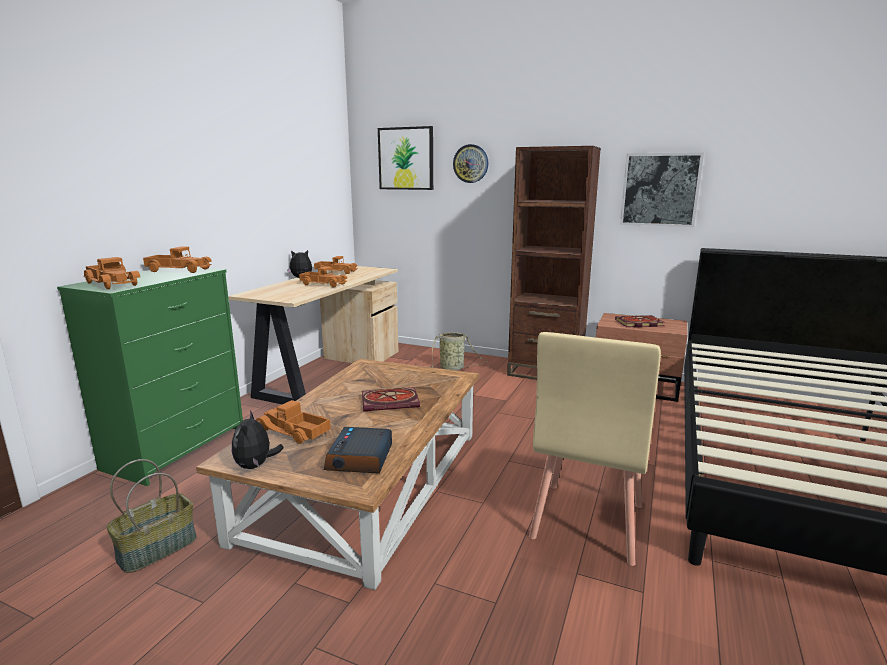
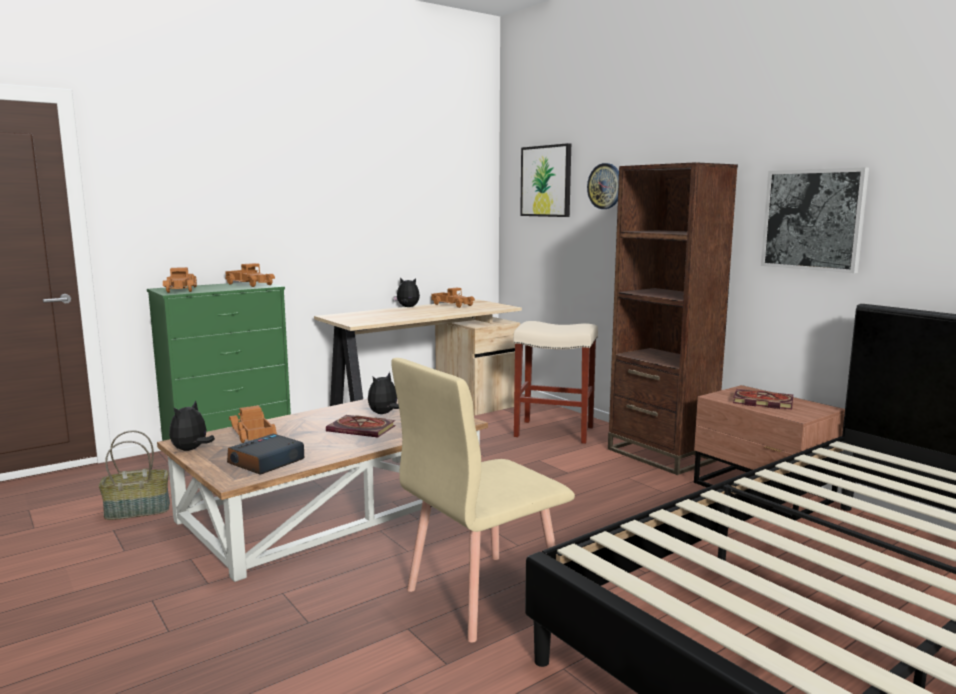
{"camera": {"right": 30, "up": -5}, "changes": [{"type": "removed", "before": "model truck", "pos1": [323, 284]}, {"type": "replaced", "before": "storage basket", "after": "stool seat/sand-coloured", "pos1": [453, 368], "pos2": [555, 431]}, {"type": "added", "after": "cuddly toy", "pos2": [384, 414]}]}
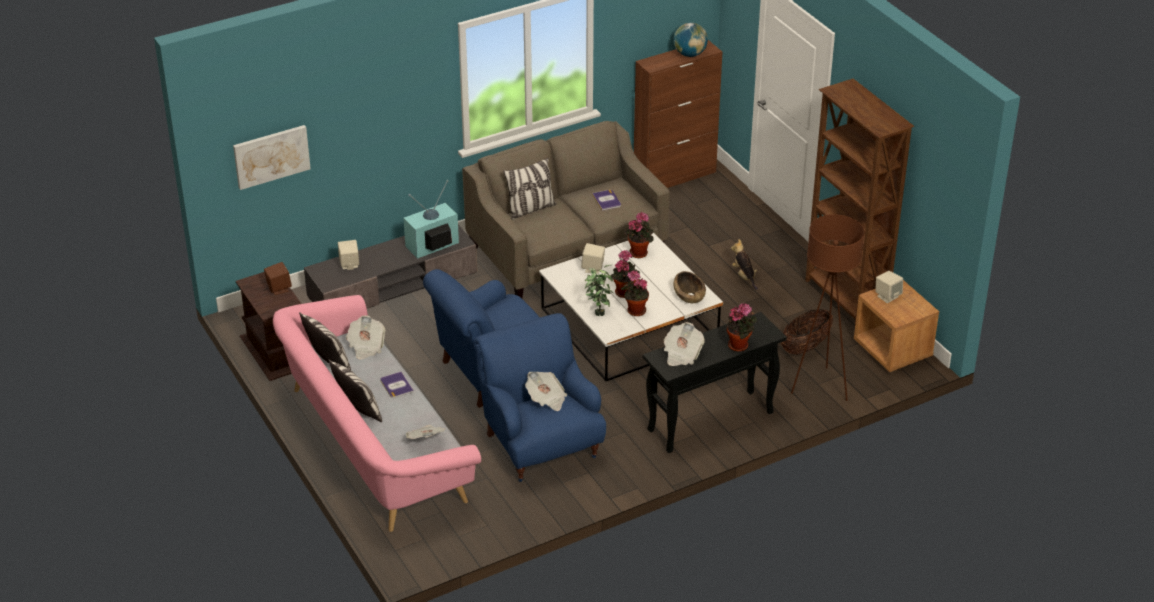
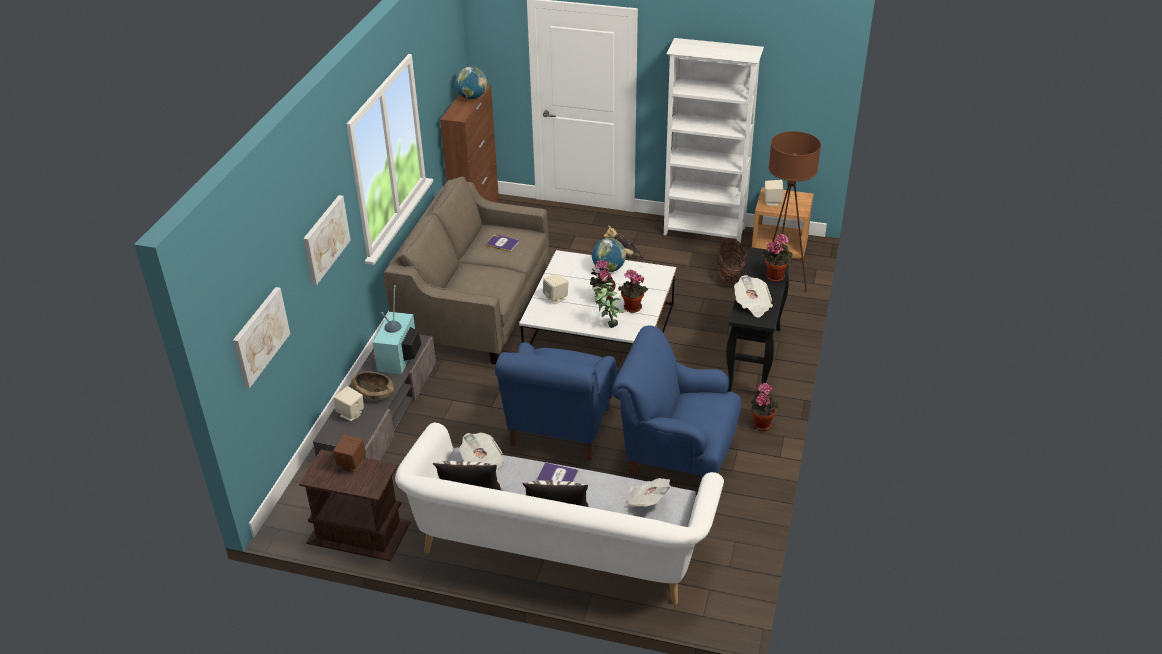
{"camera": {"right": -45, "up": 0}, "changes": [{"type": "recoloured", "before": "bookcase/brown-coloured", "after": "bookcase/whitish", "pos1": [845, 299], "pos2": [705, 232]}, {"type": "removed", "before": "pillow", "pos1": [531, 209]}, {"type": "moved", "before": "houseplant", "pos1": [639, 252], "pos2": [761, 423]}, {"type": "moved", "before": "deep dish/brown-coloured", "pos1": [689, 296], "pos2": [374, 393]}, {"type": "recoloured", "before": "couch/pinkish", "after": "couch/whitish", "pos1": [374, 445], "pos2": [558, 547]}, {"type": "removed", "before": "daily paper", "pos1": [546, 399]}, {"type": "added", "after": "wall art", "pos2": [325, 239]}, {"type": "added", "after": "desk globe", "pos2": [608, 269]}]}
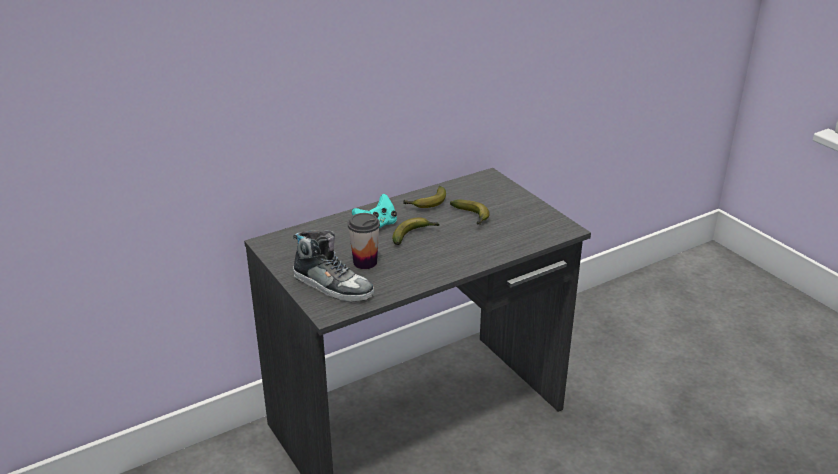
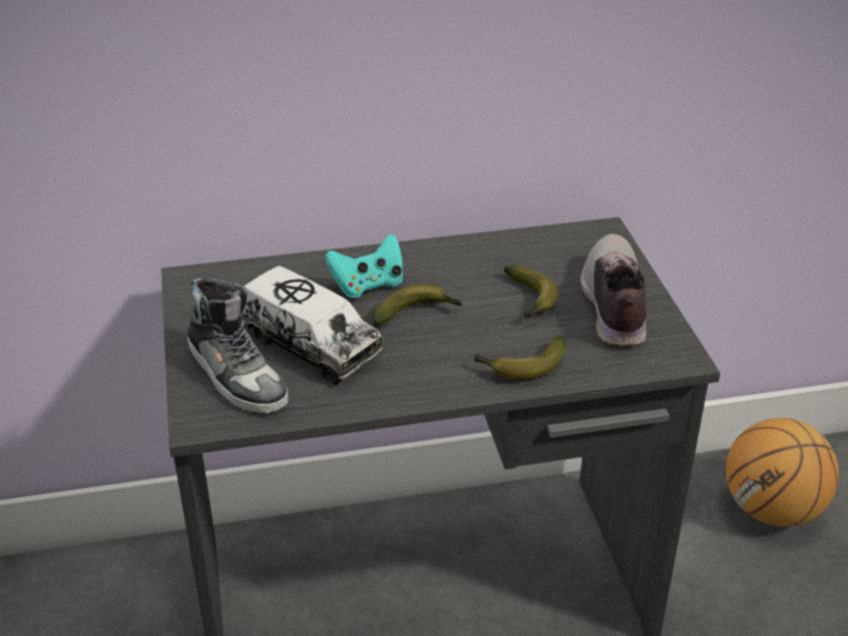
{"camera": {"right": 20, "up": 5}, "changes": [{"type": "moved", "before": "banana fruit", "pos1": [426, 203], "pos2": [521, 367]}, {"type": "replaced", "before": "drinking cup", "after": "model truck", "pos1": [365, 262], "pos2": [311, 345]}, {"type": "added", "after": "shoe", "pos2": [613, 305]}, {"type": "added", "after": "basketball ball", "pos2": [772, 510]}]}
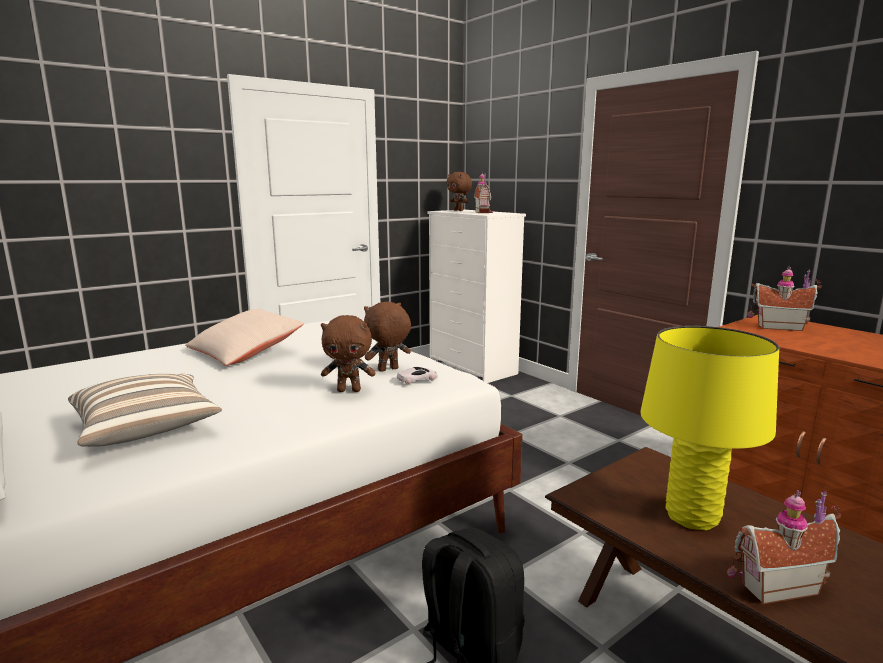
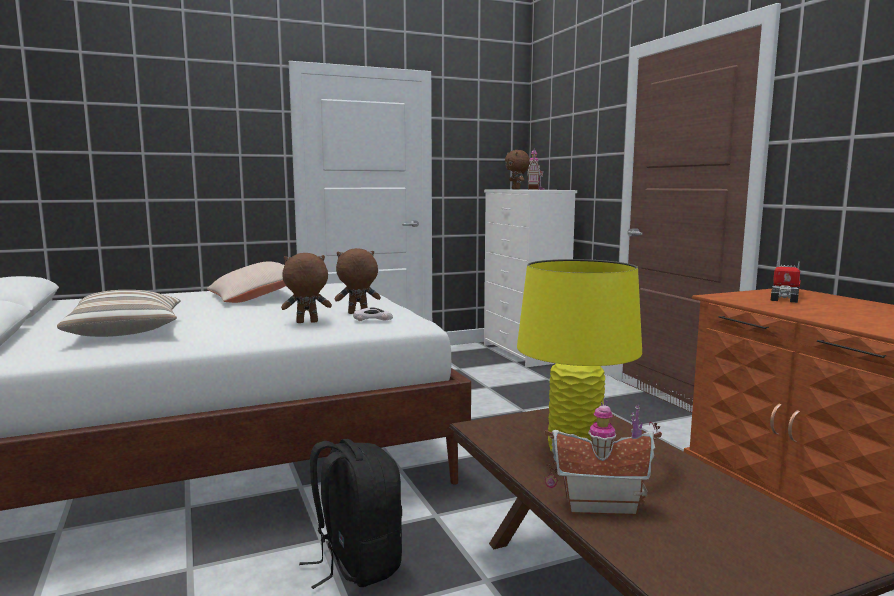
{"camera": {"right": 15, "up": -5}, "changes": [{"type": "replaced", "before": "model house", "after": "model truck", "pos1": [777, 327], "pos2": [785, 296]}, {"type": "turned", "before": "cuddly toy/brown-coloured", "pos1": [349, 390], "pos2": [306, 322], "turn": 150}]}
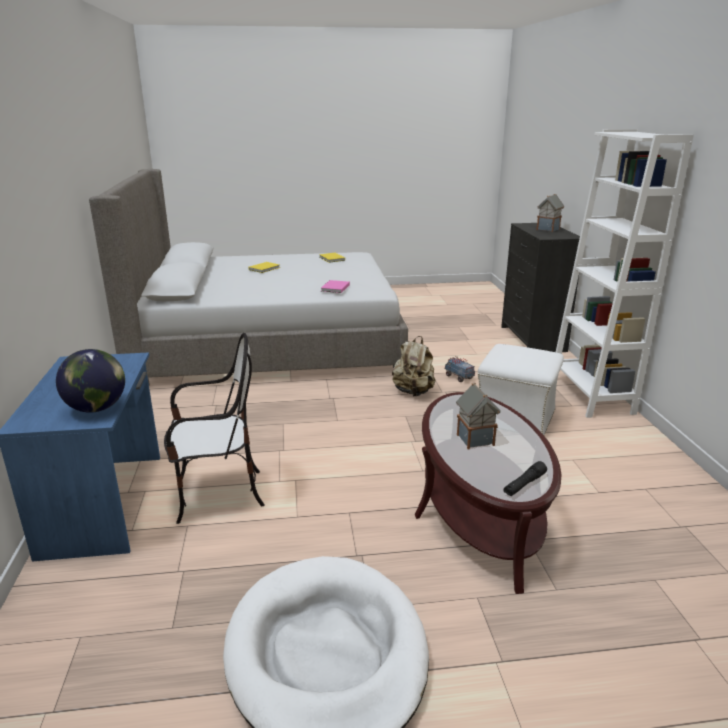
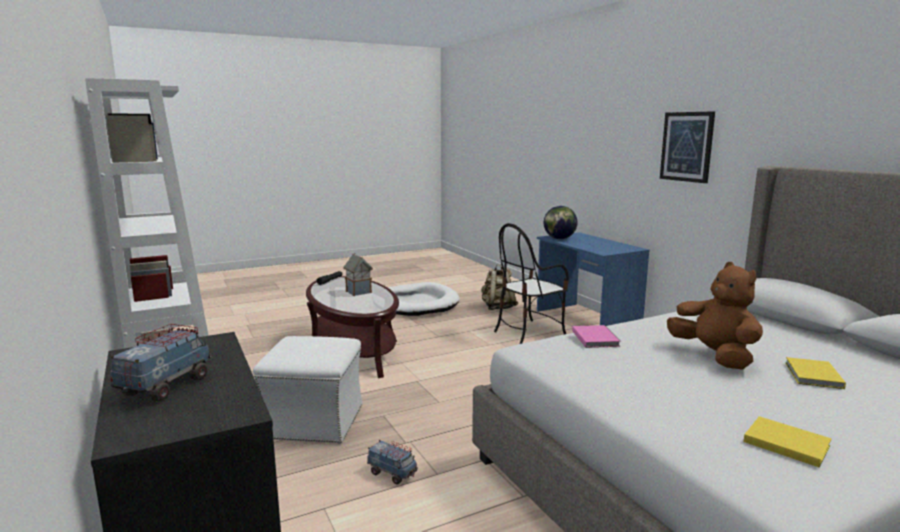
{"camera": {"right": 160, "up": -10}, "changes": [{"type": "replaced", "before": "model house", "after": "model truck", "pos1": [548, 229], "pos2": [166, 386]}, {"type": "moved", "before": "backpack/sand-coloured", "pos1": [413, 392], "pos2": [498, 308]}, {"type": "added", "after": "wall art", "pos2": [687, 146]}, {"type": "added", "after": "cuddly toy/brown-coloured", "pos2": [714, 356]}]}
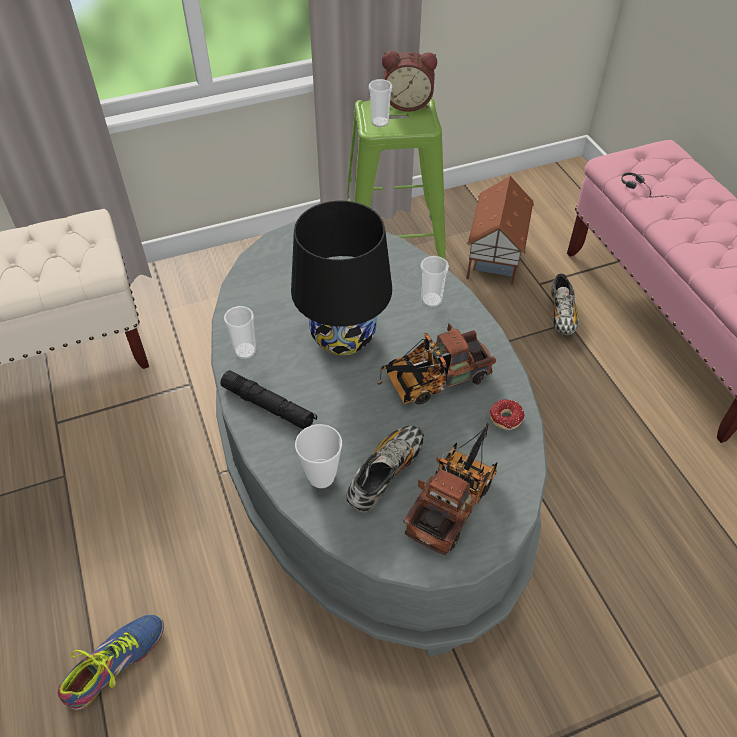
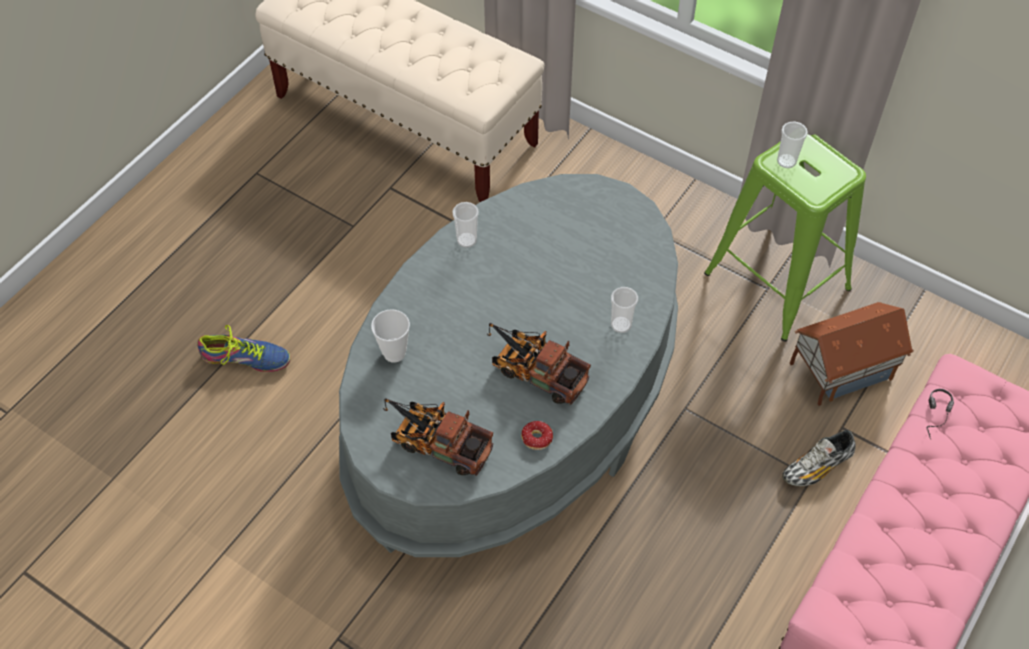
{"camera": {"right": 55, "up": 5}, "changes": [{"type": "removed", "before": "table clock", "pos1": [407, 103]}, {"type": "removed", "before": "table lamp/black", "pos1": [343, 337]}, {"type": "removed", "before": "flashlight/black", "pos1": [268, 406]}, {"type": "turned", "before": "model truck", "pos1": [454, 499], "pos2": [436, 443], "turn": -150}, {"type": "removed", "before": "shoe", "pos1": [385, 474]}]}
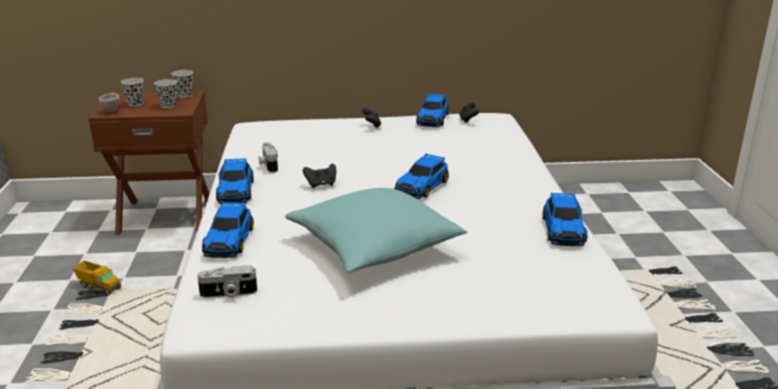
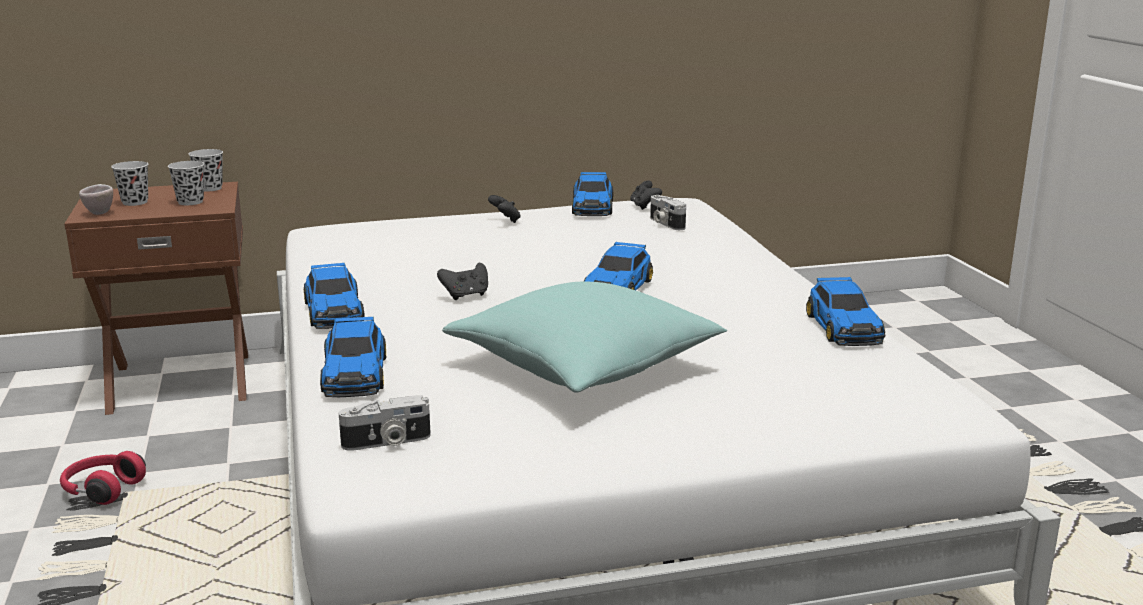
{"camera": {"right": -10, "up": -5}, "changes": [{"type": "moved", "before": "photo camera", "pos1": [268, 165], "pos2": [665, 223]}, {"type": "replaced", "before": "model truck", "after": "headset/red", "pos1": [99, 287], "pos2": [102, 490]}]}
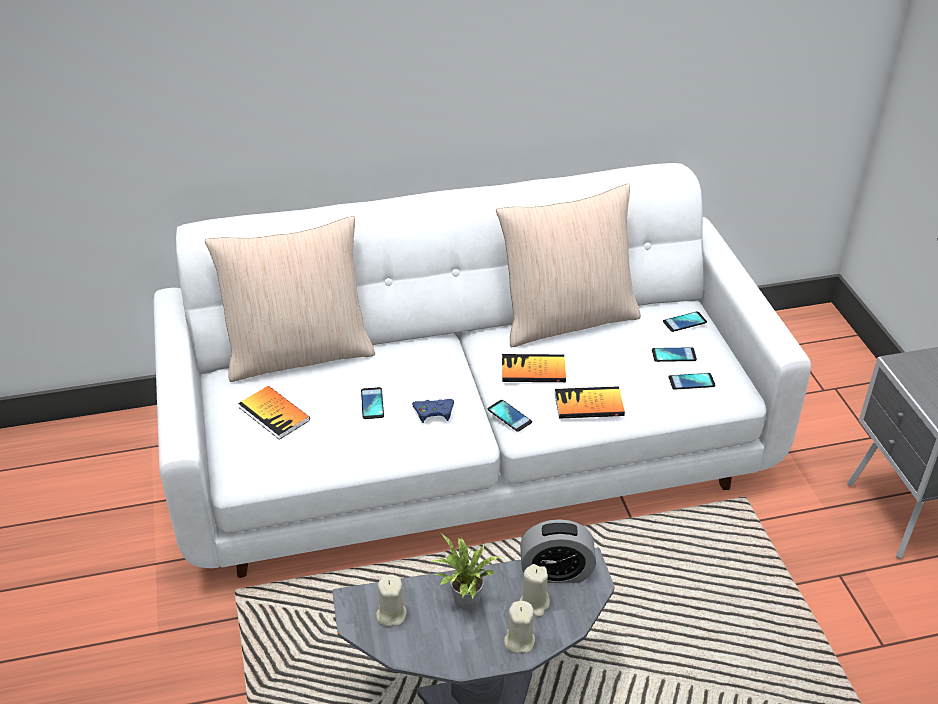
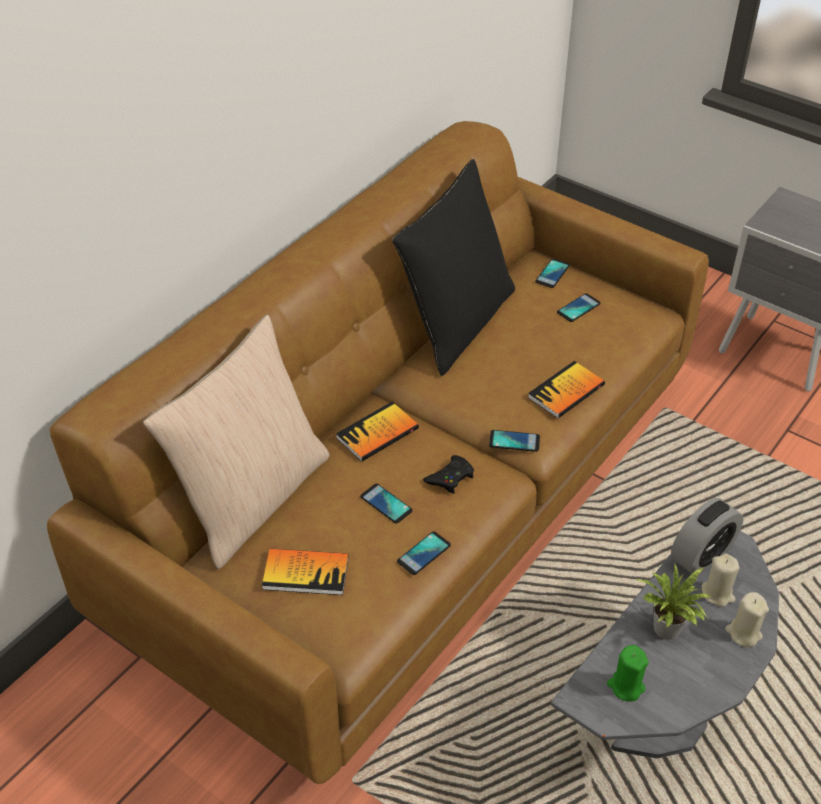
{"camera": {"right": -40, "up": 5}, "changes": [{"type": "recoloured", "before": "couch/whitish", "after": "couch/brown-coloured", "pos1": [469, 448], "pos2": [411, 501]}, {"type": "recoloured", "before": "pillow/sand-coloured", "after": "pillow/black", "pos1": [567, 319], "pos2": [456, 323]}, {"type": "moved", "before": "bound book", "pos1": [533, 370], "pos2": [377, 433]}, {"type": "moved", "before": "handset", "pos1": [691, 382], "pos2": [424, 553]}, {"type": "recoloured", "before": "game controller/blue", "after": "game controller/black", "pos1": [434, 412], "pos2": [450, 478]}, {"type": "recoloured", "before": "wax light/sand-coloured", "after": "wax light/green", "pos1": [391, 614], "pos2": [626, 686]}]}
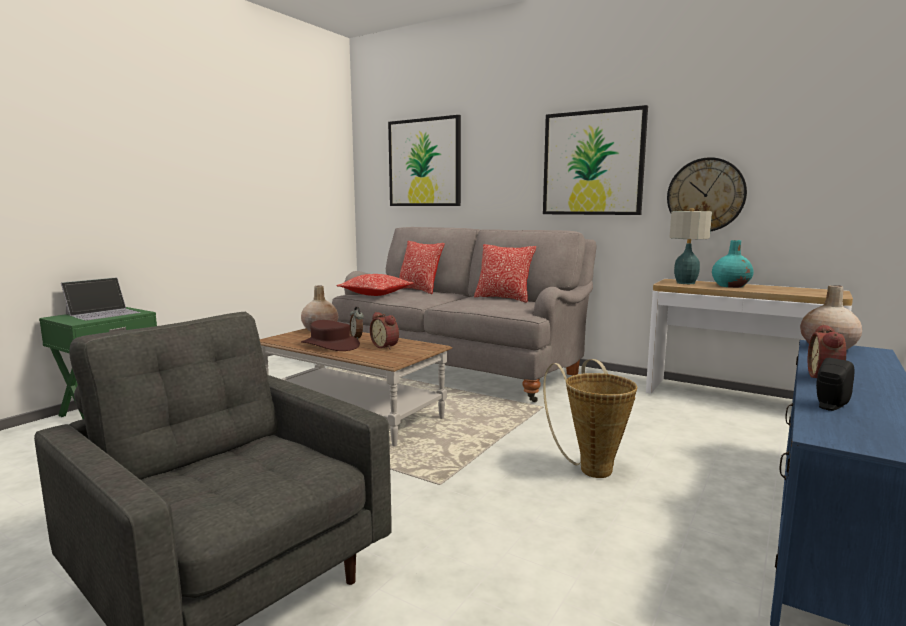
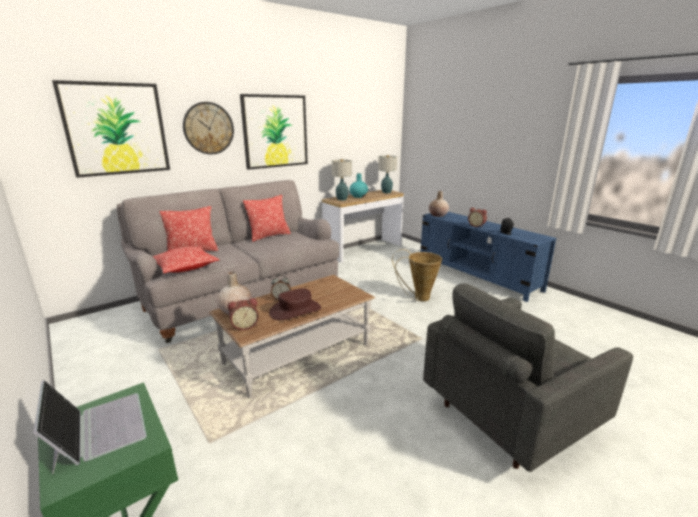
{"camera": {"right": -70, "up": 10}, "changes": [{"type": "moved", "before": "hanging clock", "pos1": [705, 195], "pos2": [208, 128]}, {"type": "moved", "before": "table clock", "pos1": [386, 346], "pos2": [244, 326]}, {"type": "added", "after": "table lamp", "pos2": [386, 192]}]}
